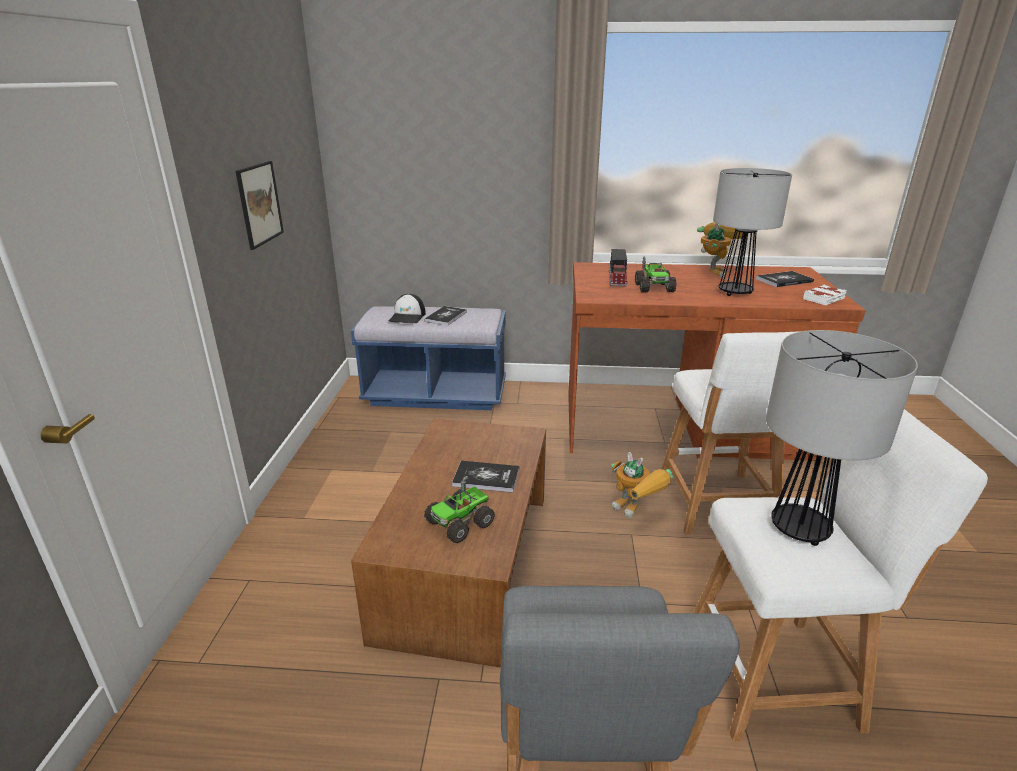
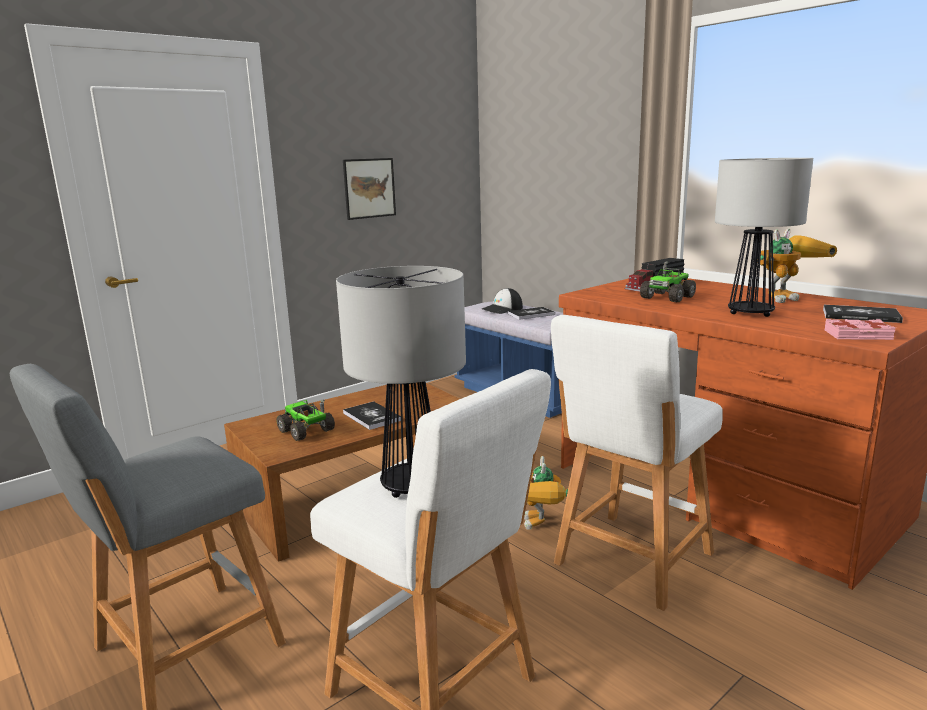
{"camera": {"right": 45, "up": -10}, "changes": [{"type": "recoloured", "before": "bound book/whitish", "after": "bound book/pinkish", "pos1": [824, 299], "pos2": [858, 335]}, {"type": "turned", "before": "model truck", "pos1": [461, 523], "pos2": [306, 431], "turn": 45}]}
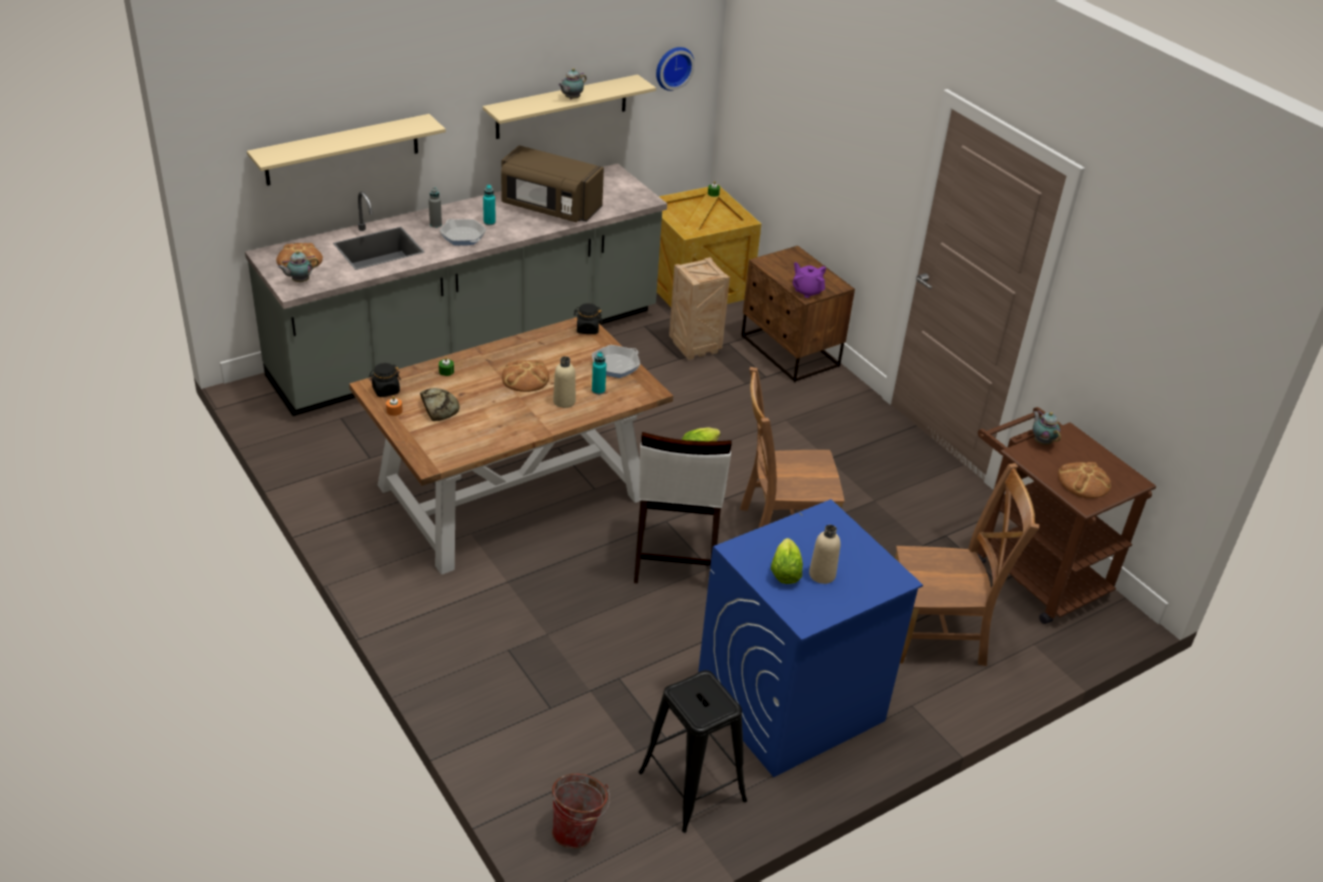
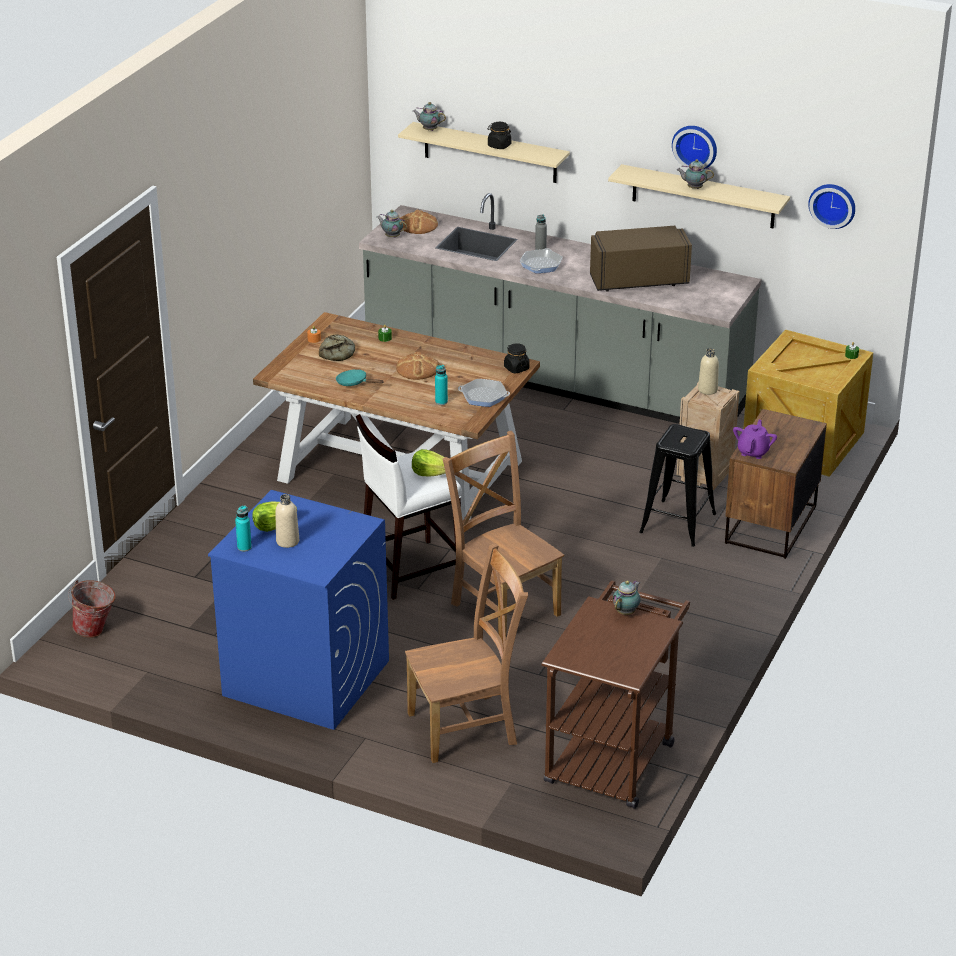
{"camera": {"right": 60, "up": -5}, "changes": [{"type": "turned", "before": "microwave/brown-coloured", "pos1": [549, 208], "pos2": [638, 279], "turn": 90}, {"type": "moved", "before": "bottle/turquoise-coloured", "pos1": [489, 222], "pos2": [244, 547]}, {"type": "moved", "before": "bottle/sand-coloured", "pos1": [564, 401], "pos2": [707, 390]}, {"type": "moved", "before": "jar/black", "pos1": [386, 390], "pos2": [499, 145]}, {"type": "removed", "before": "baked bread", "pos1": [1083, 482]}, {"type": "turned", "before": "upright chair/brown-coloured", "pos1": [939, 634], "pos2": [467, 727], "turn": -75}, {"type": "moved", "before": "stool seat/black", "pos1": [691, 786], "pos2": [678, 523]}, {"type": "added", "after": "teapot", "pos2": [429, 130]}, {"type": "added", "after": "hanging clock", "pos2": [695, 146]}, {"type": "added", "after": "pan/turquoise-coloured", "pos2": [354, 383]}]}
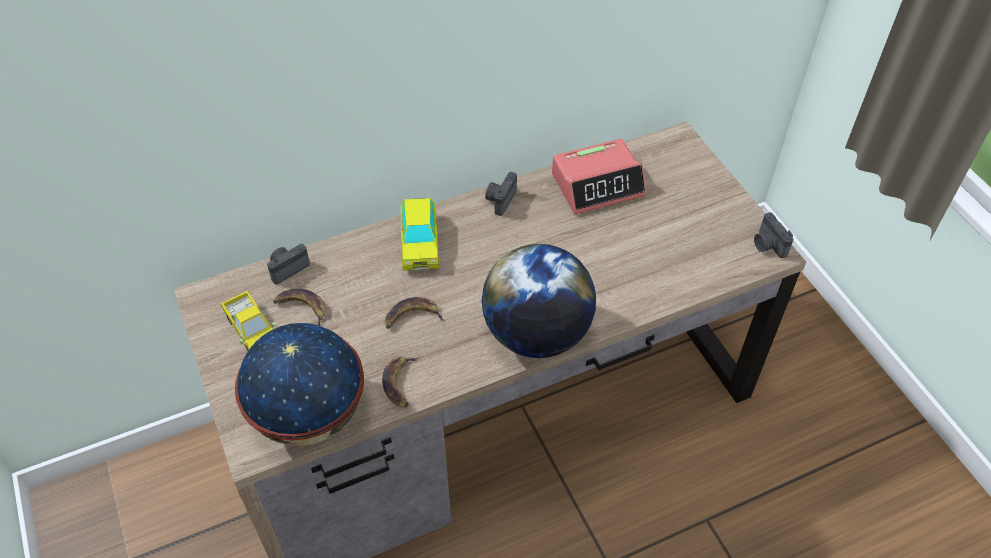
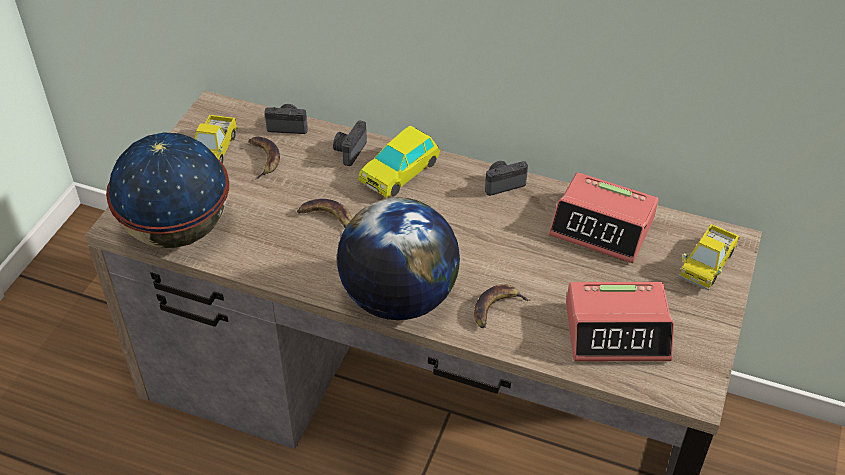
{"camera": {"right": 45, "up": -5}, "changes": [{"type": "moved", "before": "photo camera", "pos1": [767, 245], "pos2": [349, 151]}, {"type": "moved", "before": "banana fruit", "pos1": [400, 383], "pos2": [496, 308]}, {"type": "added", "after": "model truck", "pos2": [707, 265]}, {"type": "added", "after": "table clock", "pos2": [617, 331]}]}
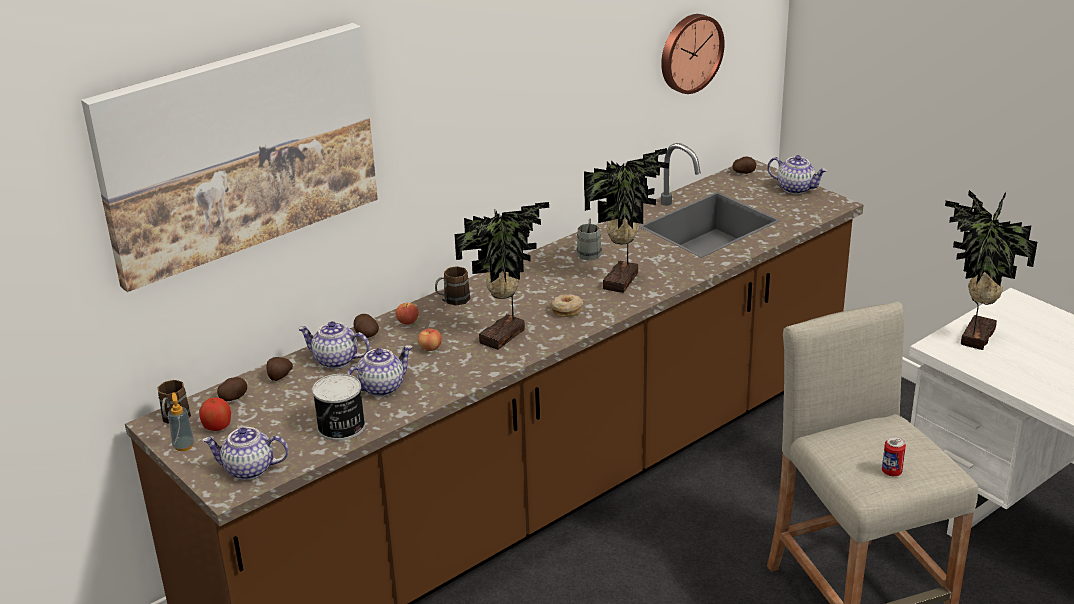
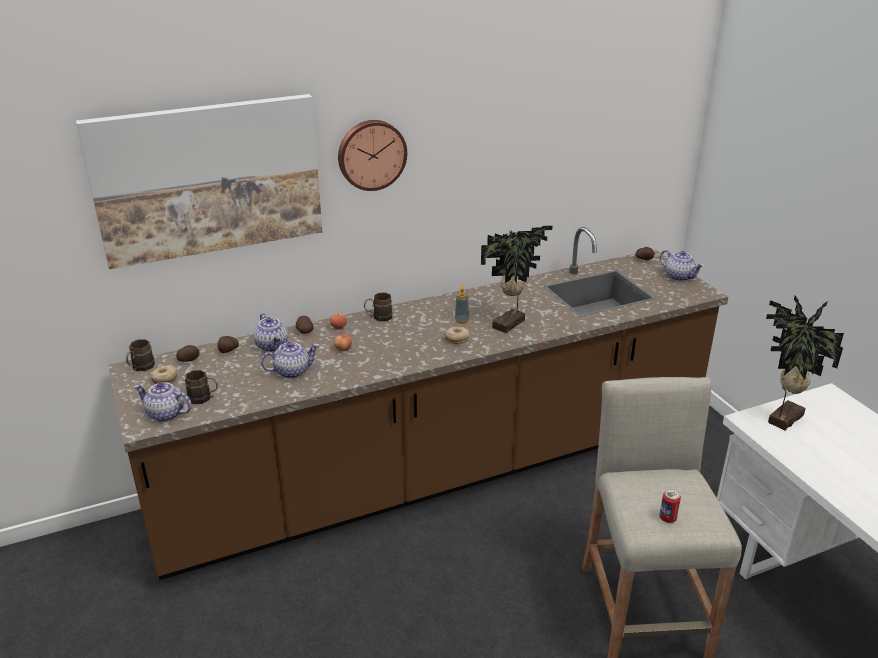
{"camera": {"right": 15, "up": 0}, "changes": [{"type": "moved", "before": "hanging clock", "pos1": [689, 52], "pos2": [371, 154]}, {"type": "removed", "before": "houseplant", "pos1": [505, 337]}, {"type": "removed", "before": "tea mug/gray", "pos1": [589, 251]}, {"type": "turned", "before": "teapot", "pos1": [335, 360], "pos2": [272, 346], "turn": -150}, {"type": "removed", "before": "metal can", "pos1": [341, 427]}, {"type": "moved", "before": "soap bottle", "pos1": [184, 446], "pos2": [461, 320]}, {"type": "replaced", "before": "apple", "after": "ring doughnut", "pos1": [217, 427], "pos2": [164, 379]}, {"type": "added", "after": "tea mug/brown-coloured", "pos2": [204, 398]}]}
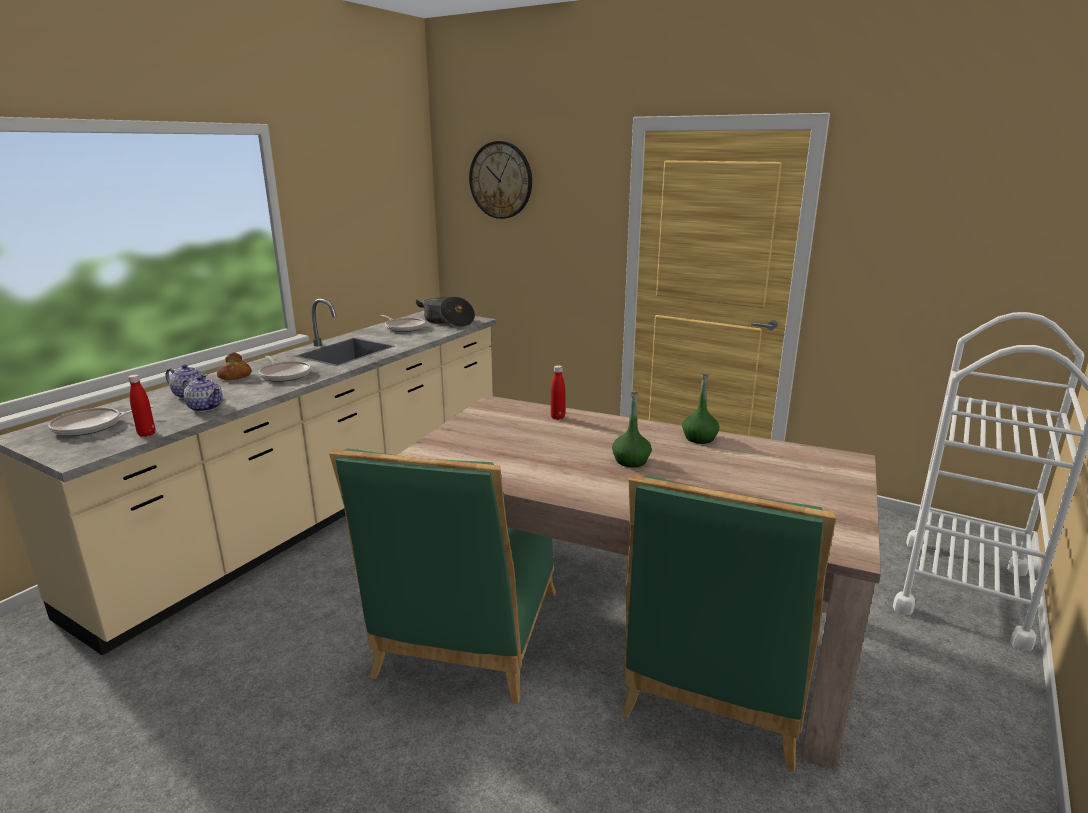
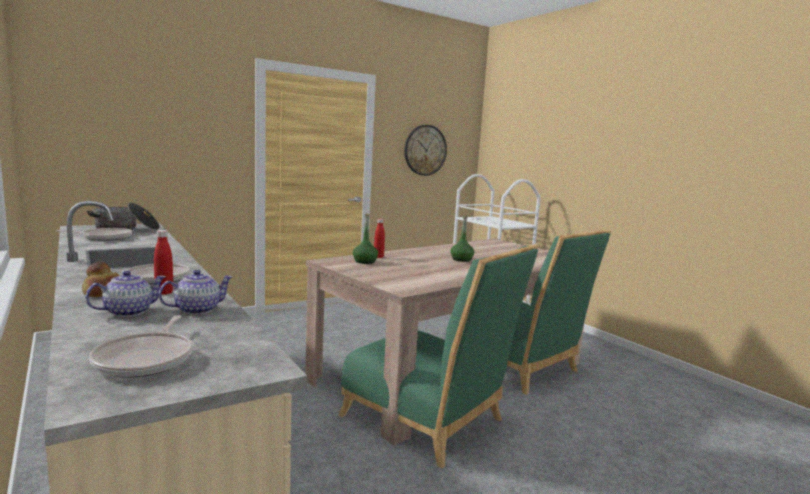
{"camera": {"right": -65, "up": -10}, "changes": [{"type": "moved", "before": "hanging clock", "pos1": [501, 180], "pos2": [425, 150]}, {"type": "moved", "before": "bottle/green", "pos1": [699, 438], "pos2": [365, 262]}, {"type": "moved", "before": "bottle/red", "pos1": [146, 434], "pos2": [164, 292]}]}
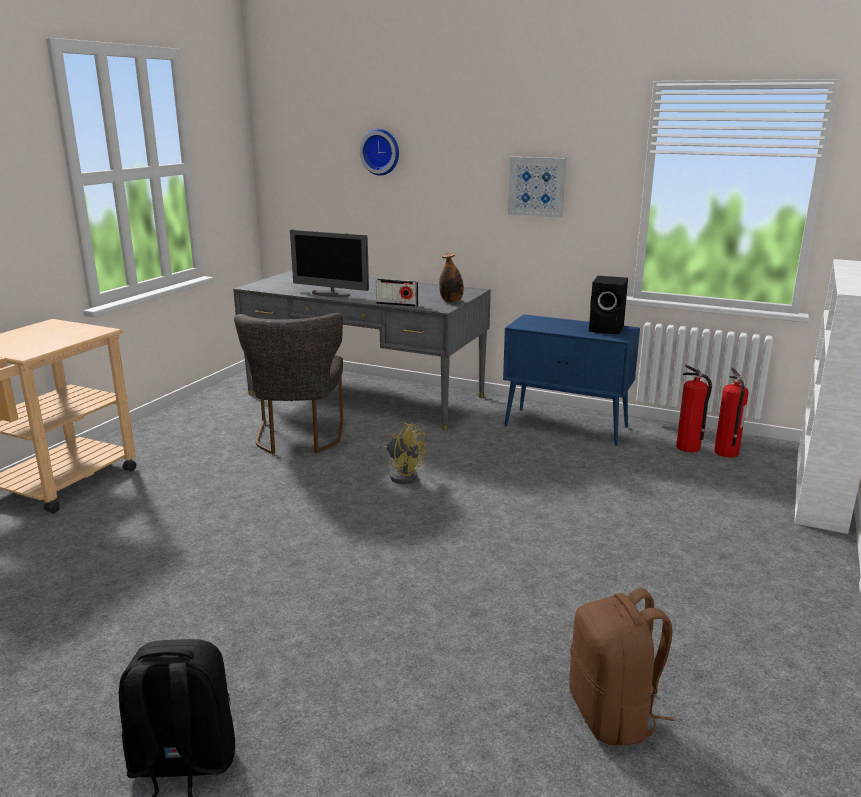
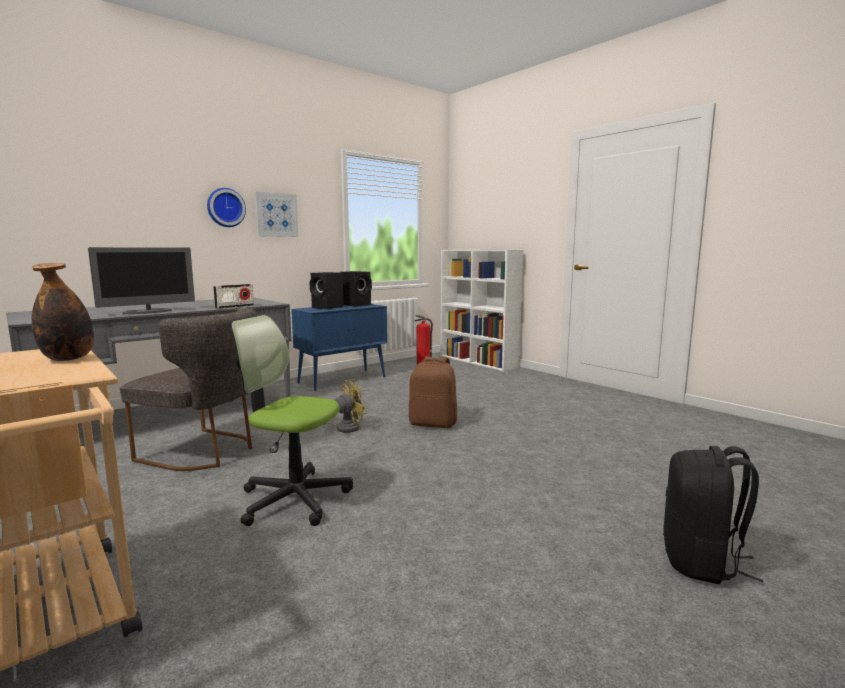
{"camera": {"right": -65, "up": -10}, "changes": [{"type": "moved", "before": "hanging clock", "pos1": [381, 152], "pos2": [225, 207]}, {"type": "moved", "before": "bottle", "pos1": [451, 301], "pos2": [68, 359]}, {"type": "removed", "before": "extinguisher", "pos1": [688, 447]}, {"type": "moved", "before": "backpack/brown-coloured", "pos1": [614, 715], "pos2": [433, 424]}, {"type": "added", "after": "audio speaker/black", "pos2": [328, 307]}, {"type": "added", "after": "computer chair", "pos2": [294, 499]}]}
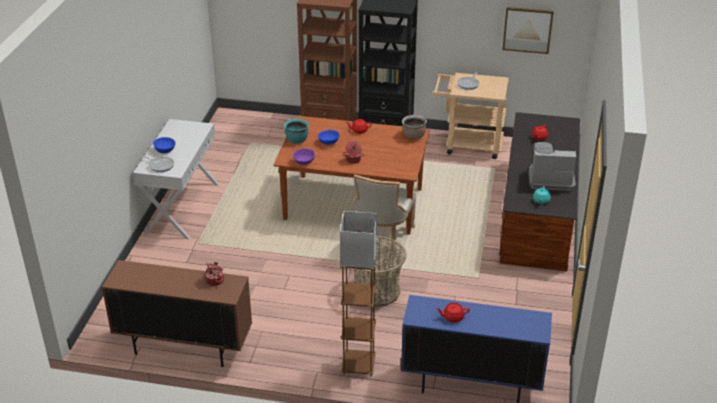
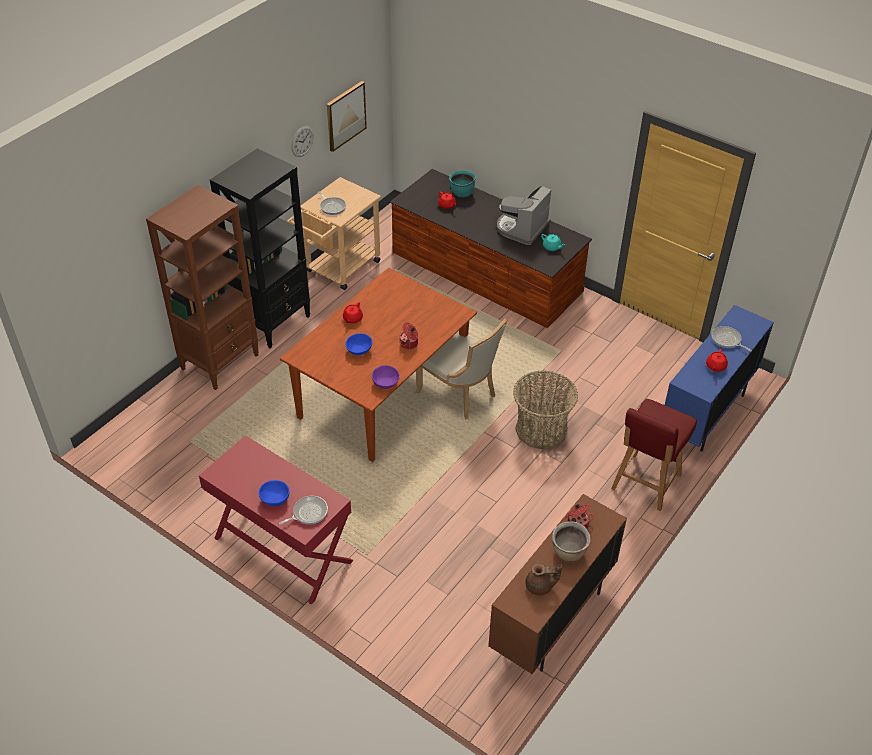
{"camera": {"right": -65, "up": 10}, "changes": [{"type": "moved", "before": "stockpot/brown-coloured", "pos1": [413, 136], "pos2": [568, 552]}, {"type": "recoloured", "before": "console table/whitish", "after": "console table/red", "pos1": [182, 208], "pos2": [282, 549]}, {"type": "moved", "before": "stockpot/turquoise-coloured", "pos1": [296, 140], "pos2": [461, 193]}, {"type": "replaced", "before": "floor lamp/brown-coloured", "after": "upright chair/red", "pos1": [358, 365], "pos2": [645, 483]}, {"type": "added", "after": "hanging clock", "pos2": [302, 141]}, {"type": "added", "after": "pan", "pos2": [727, 340]}, {"type": "added", "after": "teapot/brown-coloured", "pos2": [540, 587]}]}
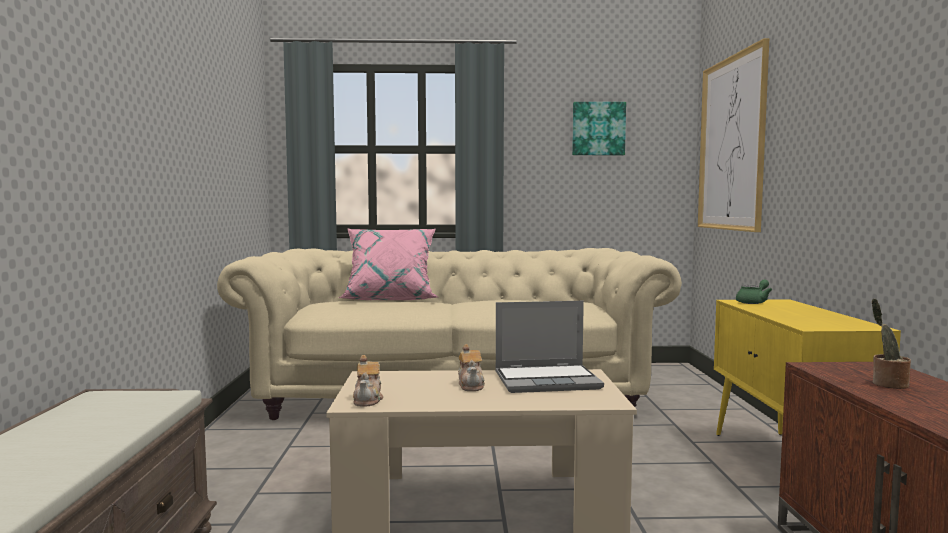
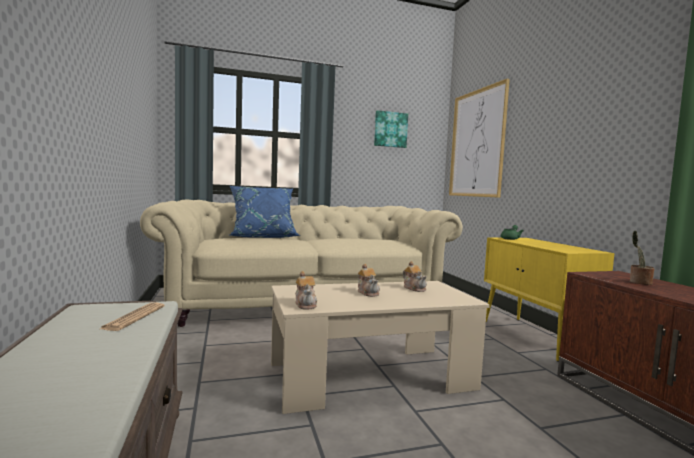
{"camera": {"right": -15, "up": 0}, "changes": [{"type": "recoloured", "before": "pillow/pinkish", "after": "pillow/blue", "pos1": [390, 299], "pos2": [263, 237]}, {"type": "replaced", "before": "laptop", "after": "teapot", "pos1": [548, 380], "pos2": [414, 288]}, {"type": "added", "after": "daily paper", "pos2": [134, 317]}]}
